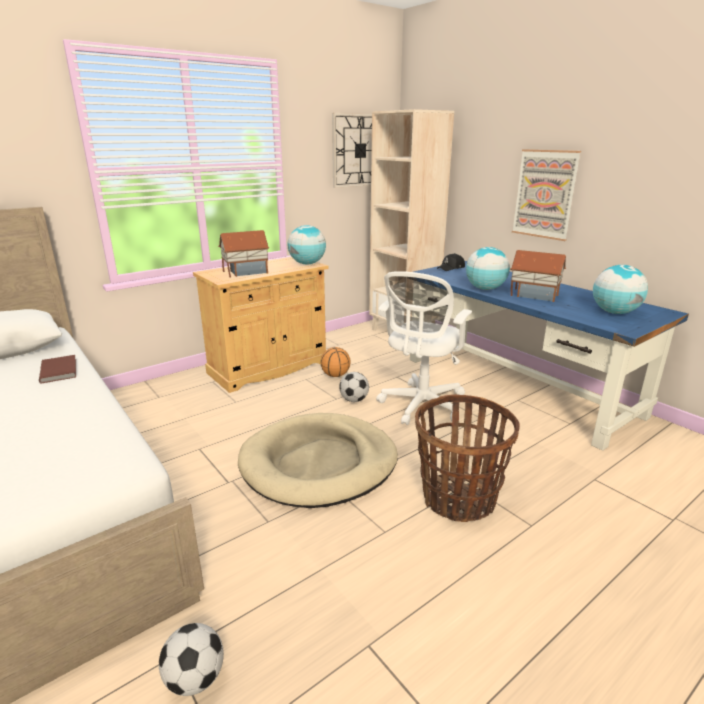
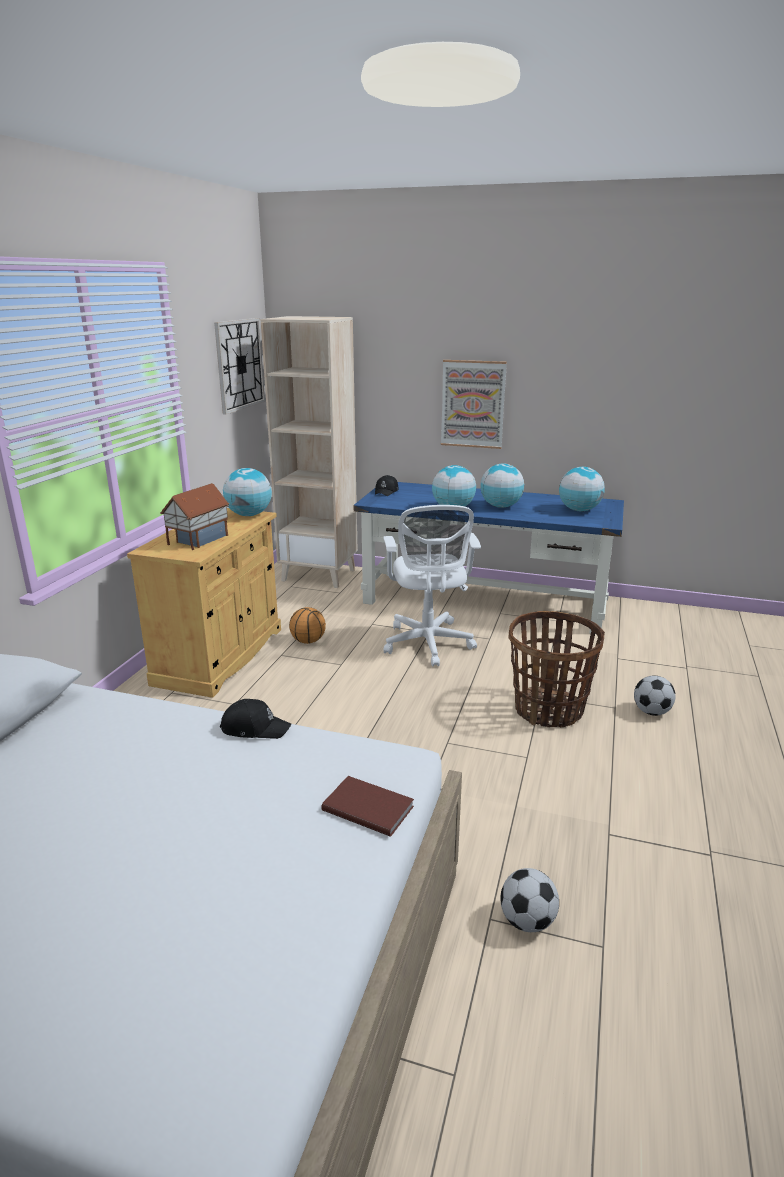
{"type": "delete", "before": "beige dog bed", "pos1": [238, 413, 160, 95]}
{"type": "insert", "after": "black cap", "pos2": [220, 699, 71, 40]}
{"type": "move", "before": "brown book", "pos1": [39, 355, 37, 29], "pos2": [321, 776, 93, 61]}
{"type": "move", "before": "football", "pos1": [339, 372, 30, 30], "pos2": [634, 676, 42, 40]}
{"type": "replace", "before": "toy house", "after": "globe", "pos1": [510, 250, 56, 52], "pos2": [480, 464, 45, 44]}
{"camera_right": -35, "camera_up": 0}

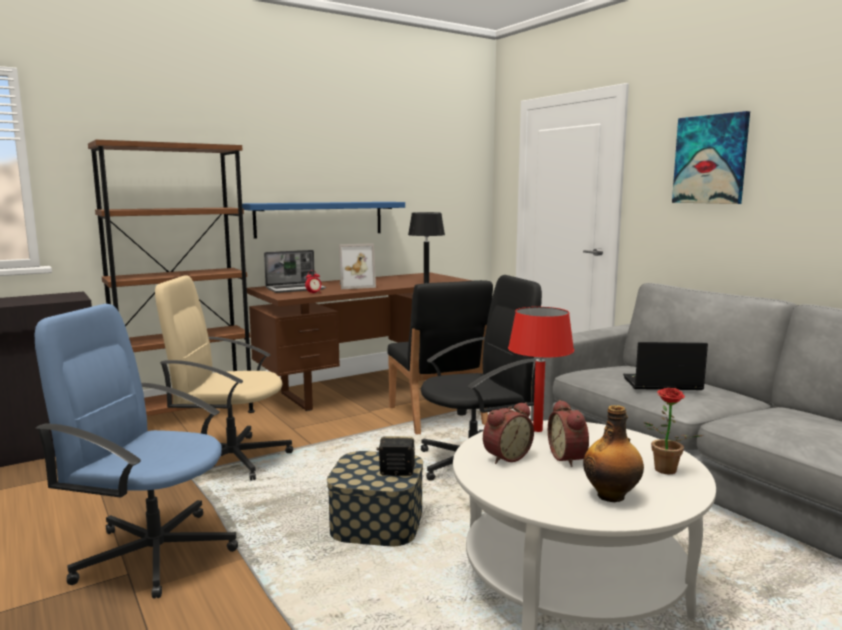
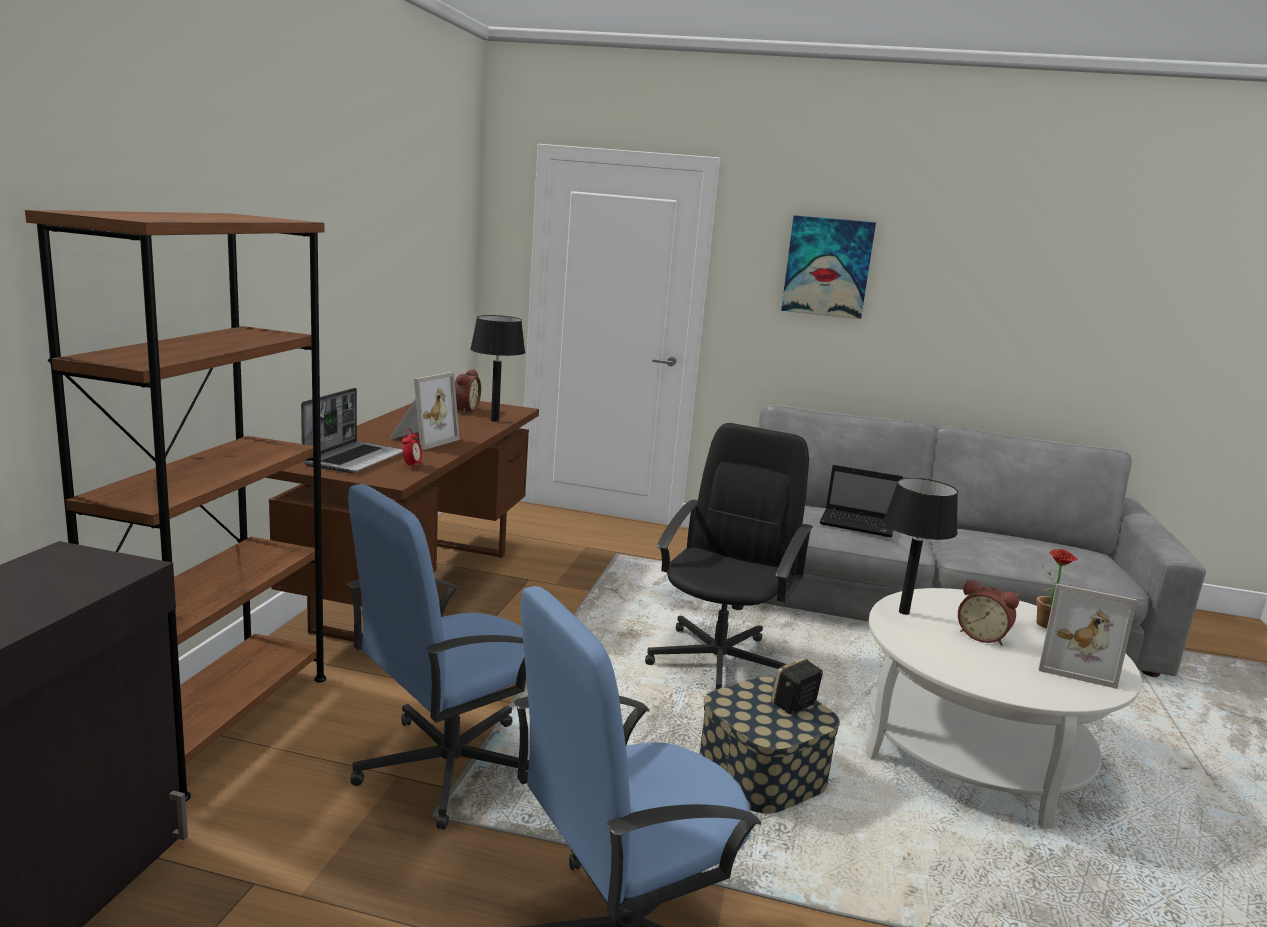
{"type": "delete", "before": "blue shelf", "pos1": [242, 202, 163, 37]}
{"type": "delete", "before": "black chair", "pos1": [388, 280, 105, 155]}
{"type": "move", "before": "alarm clock", "pos1": [483, 402, 51, 62], "pos2": [455, 369, 26, 45]}
{"type": "replace", "before": "bottle", "after": "picture frame", "pos1": [583, 405, 61, 97], "pos2": [1039, 583, 98, 106]}
{"type": "recolor", "before": "beige office chair", "after": "blue office chair", "pos1": [155, 275, 138, 206], "pos2": [347, 484, 182, 346]}
{"type": "recolor", "before": "red table lamp", "after": "black table lamp", "pos1": [508, 307, 66, 125], "pos2": [883, 478, 75, 137]}
{"type": "rotate", "before": "laptop", "pos1": [623, 342, 85, 48], "pos2": [820, 465, 83, 72], "turn": -120}
{"camera_right": -45, "camera_up": 5}

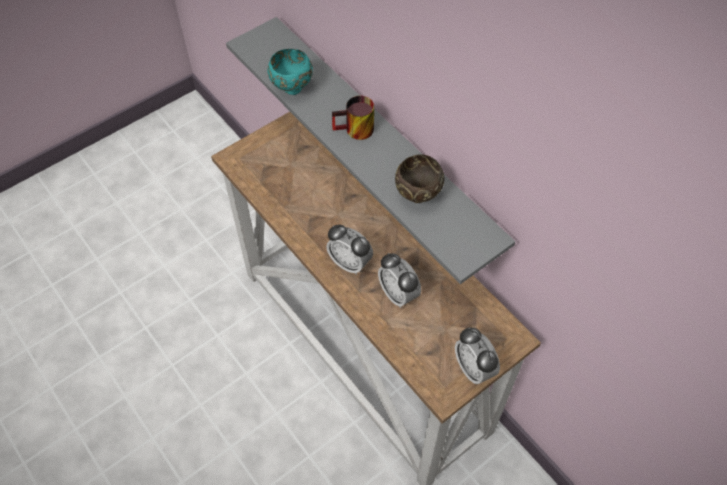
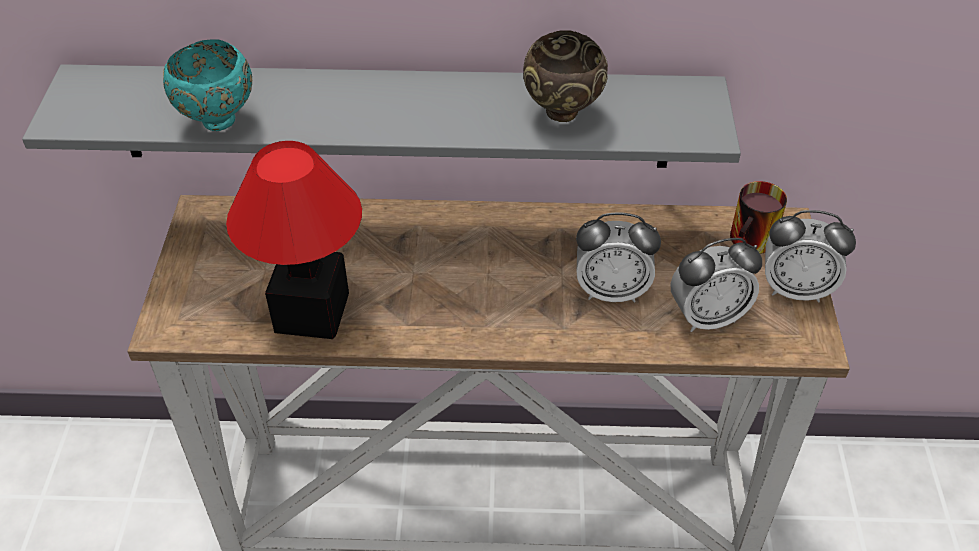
{"type": "insert", "after": "table lamp", "pos2": [226, 141, 136, 198]}
{"type": "move", "before": "alarm clock", "pos1": [326, 225, 47, 50], "pos2": [671, 238, 91, 94]}
{"type": "move", "before": "mug", "pos1": [332, 96, 42, 44], "pos2": [730, 181, 57, 73]}
{"camera_right": -50, "camera_up": -10}

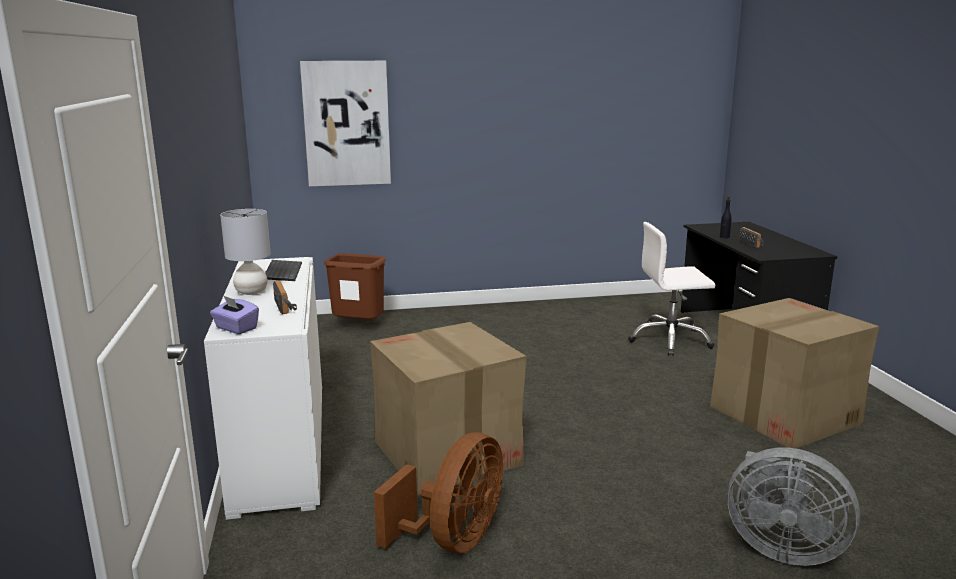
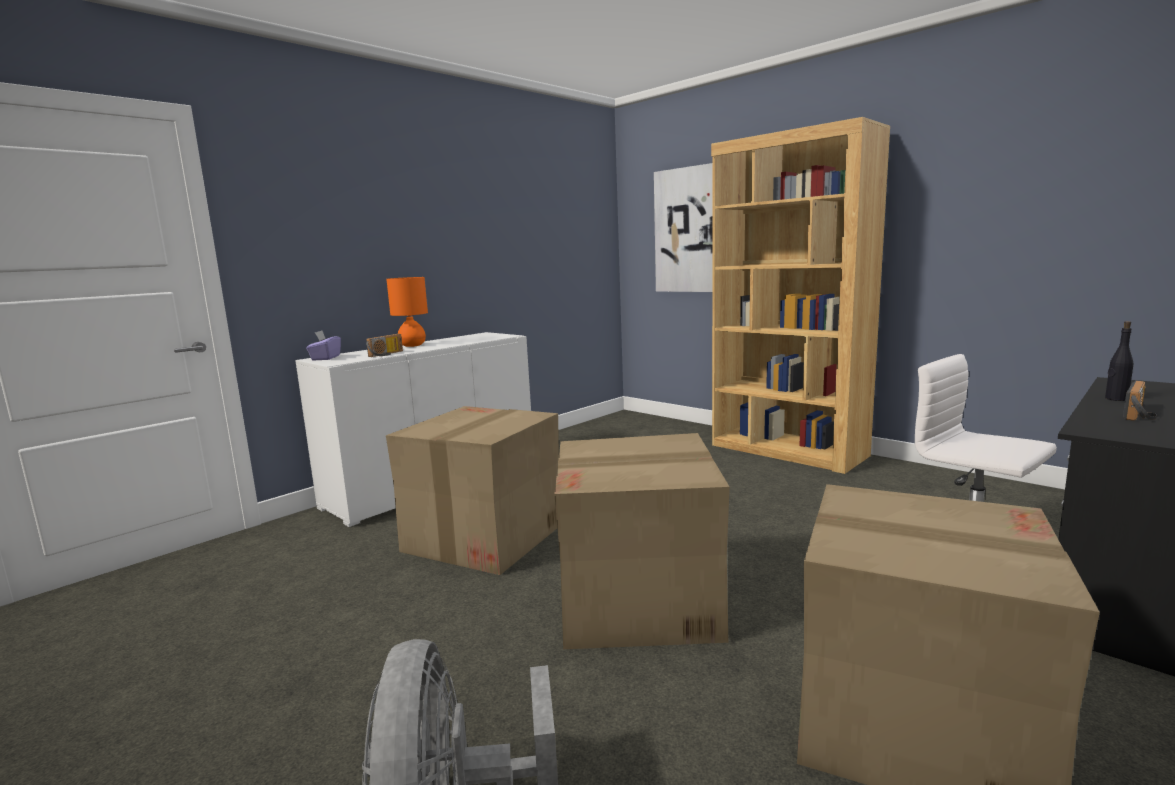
{"type": "delete", "before": "keyboard", "pos1": [265, 260, 37, 21]}
{"type": "delete", "before": "brown trash can", "pos1": [324, 253, 62, 66]}
{"type": "delete", "before": "brown fan", "pos1": [374, 432, 129, 121]}
{"type": "insert", "after": "cardboard box", "pos2": [554, 433, 176, 216]}
{"type": "insert", "after": "brown bookcase", "pos2": [711, 117, 179, 357]}
{"type": "recolor", "before": "grey table lamp", "after": "orange table lamp", "pos1": [220, 209, 51, 86], "pos2": [386, 277, 42, 70]}
{"camera_right": 55, "camera_up": -5}

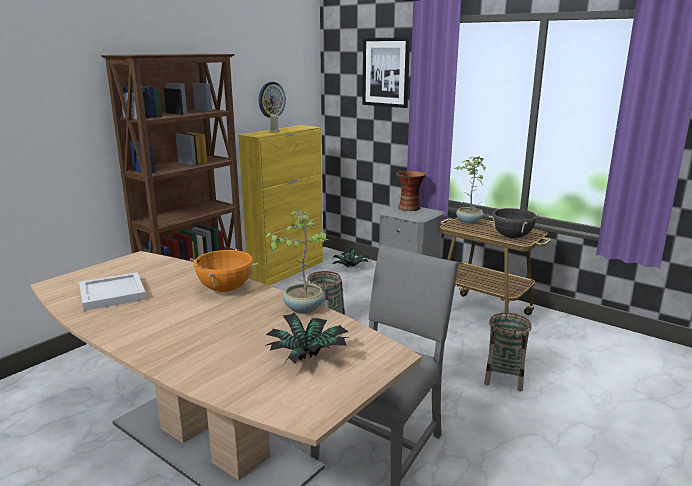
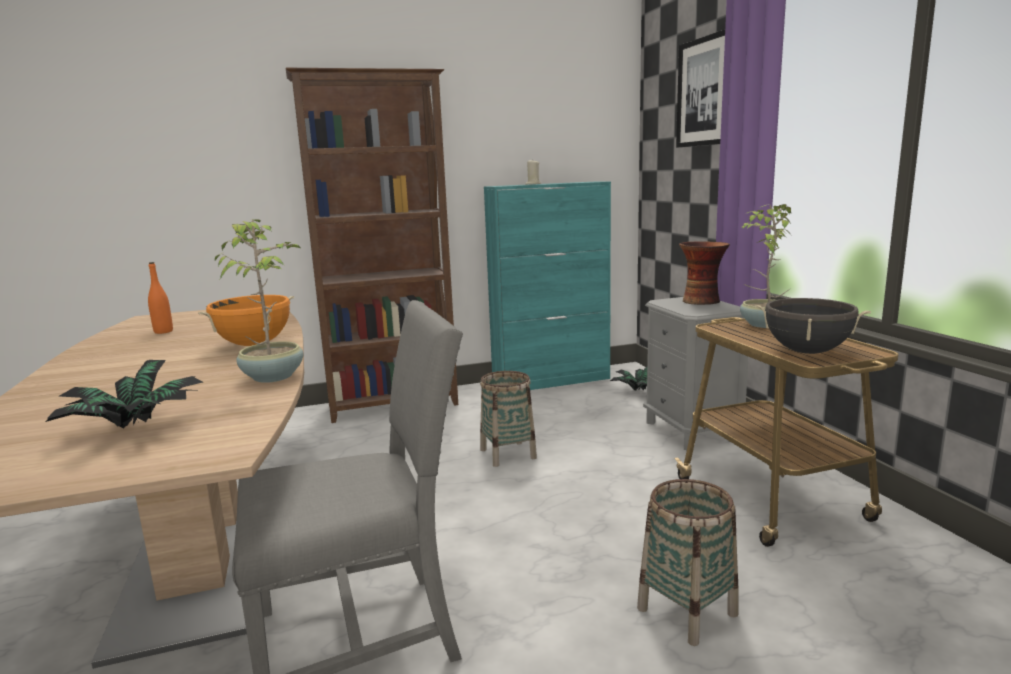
{"type": "delete", "before": "wall clock", "pos1": [259, 82, 27, 36]}
{"type": "replace", "before": "white tray", "after": "orange bottle", "pos1": [79, 272, 67, 39], "pos2": [148, 262, 25, 72]}
{"type": "recolor", "before": "yellow cabinet", "after": "turquoise cabinet", "pos1": [238, 125, 85, 161], "pos2": [484, 182, 127, 208]}
{"camera_right": 35, "camera_up": -5}

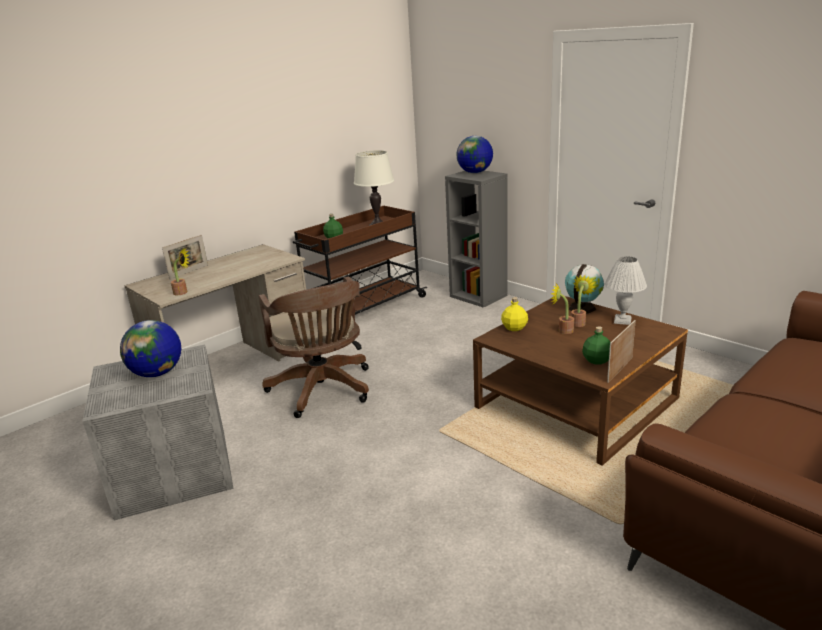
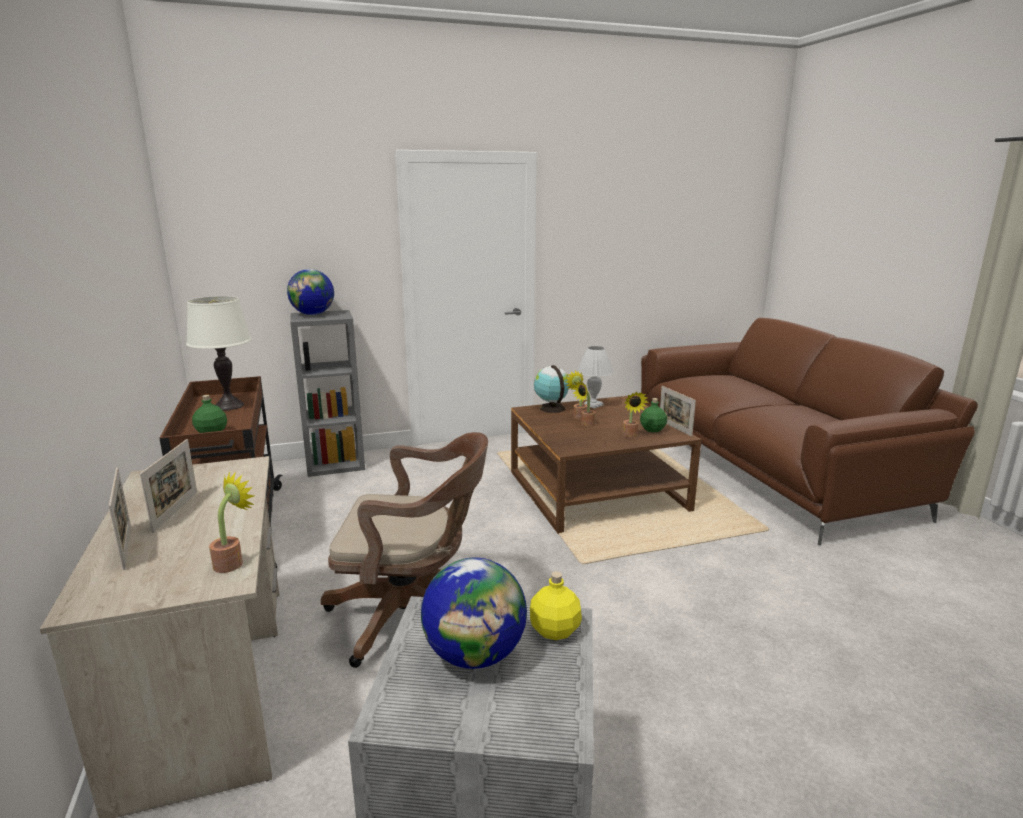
{"type": "insert", "after": "picture frame", "pos2": [140, 439, 57, 94]}
{"type": "insert", "after": "potted plant", "pos2": [622, 392, 26, 46]}
{"type": "move", "before": "yellow bottle", "pos1": [501, 297, 27, 34], "pos2": [530, 571, 52, 69]}
{"camera_right": -65, "camera_up": -5}

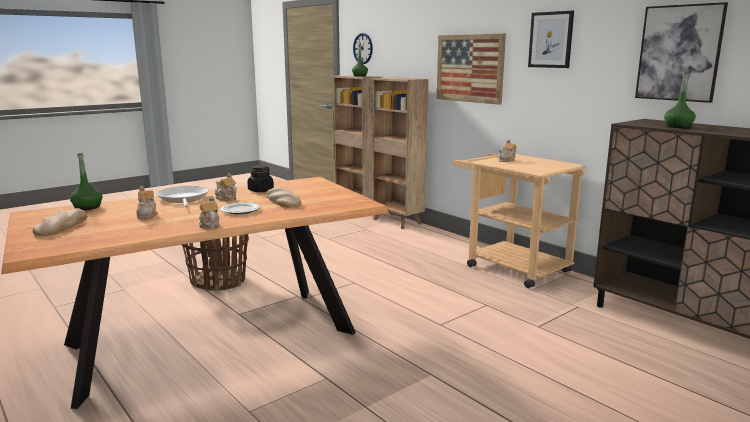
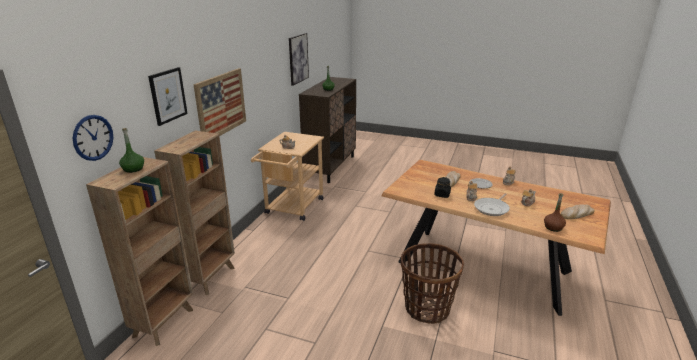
{"type": "move", "before": "picture", "pos1": [528, 11, 46, 57], "pos2": [148, 67, 40, 59]}
{"type": "recolor", "before": "green bottle", "after": "brown bottle", "pos1": [70, 152, 32, 58], "pos2": [544, 193, 22, 39]}
{"camera_right": -120, "camera_up": 10}

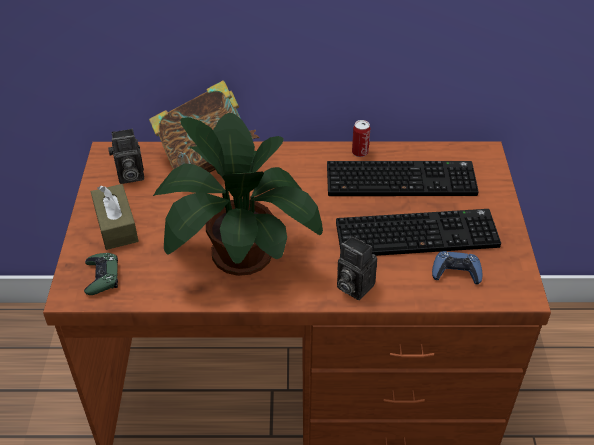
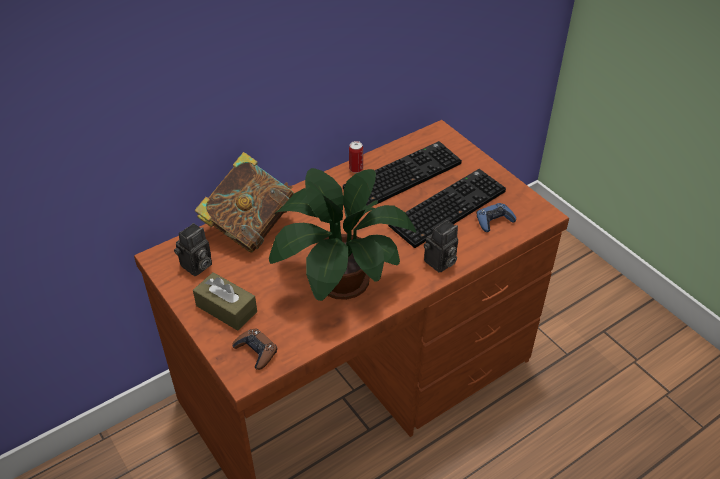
{"type": "recolor", "before": "green game controller", "after": "brown game controller", "pos1": [84, 253, 34, 42], "pos2": [232, 329, 45, 41]}
{"type": "rotate", "before": "photo camera", "pos1": [337, 236, 40, 64], "pos2": [424, 220, 34, 53], "turn": -45}
{"camera_right": -35, "camera_up": 0}

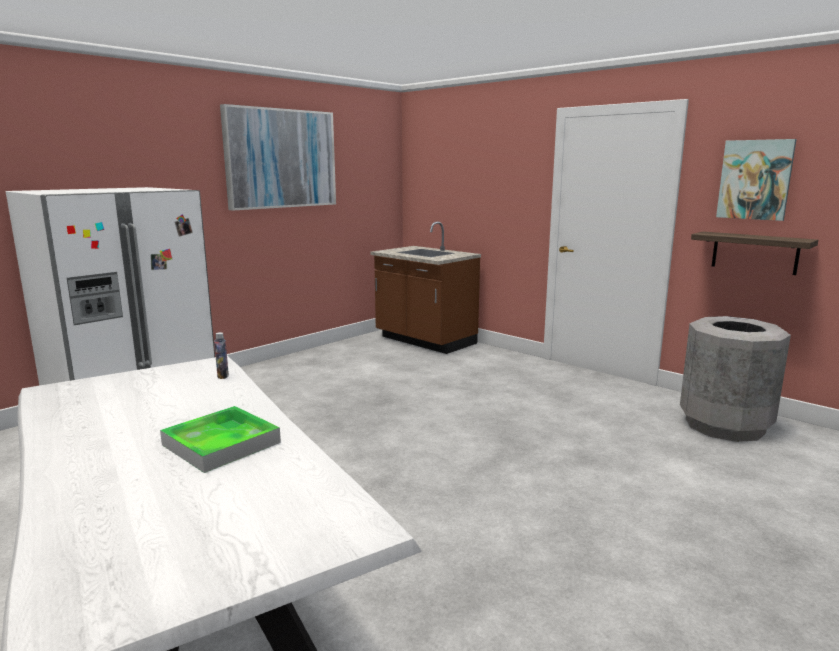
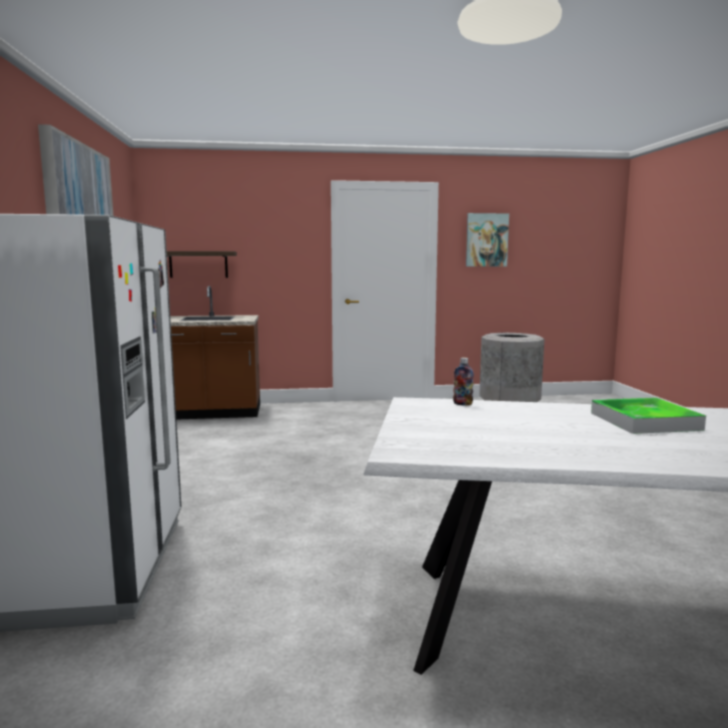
{"type": "move", "before": "shelf", "pos1": [691, 232, 127, 43], "pos2": [167, 251, 70, 27]}
{"camera_right": -50, "camera_up": -5}

